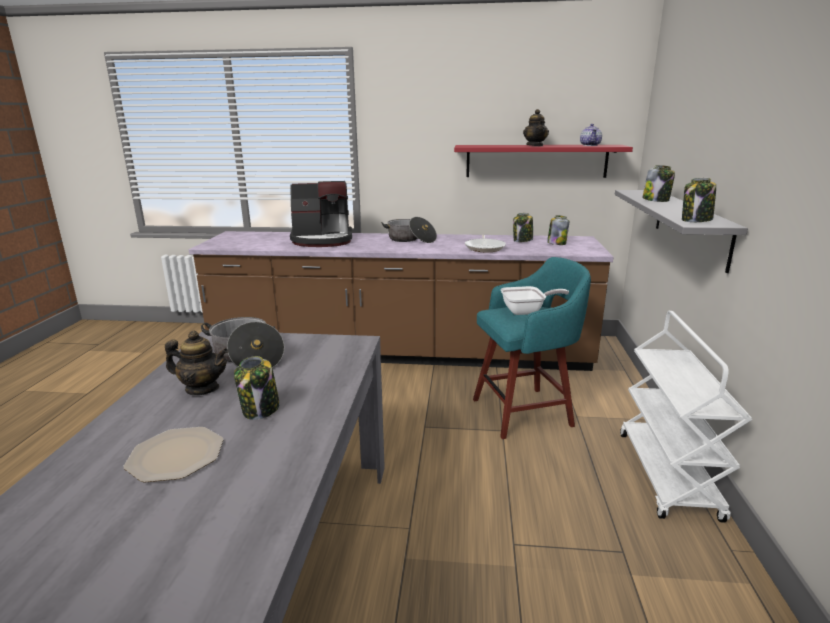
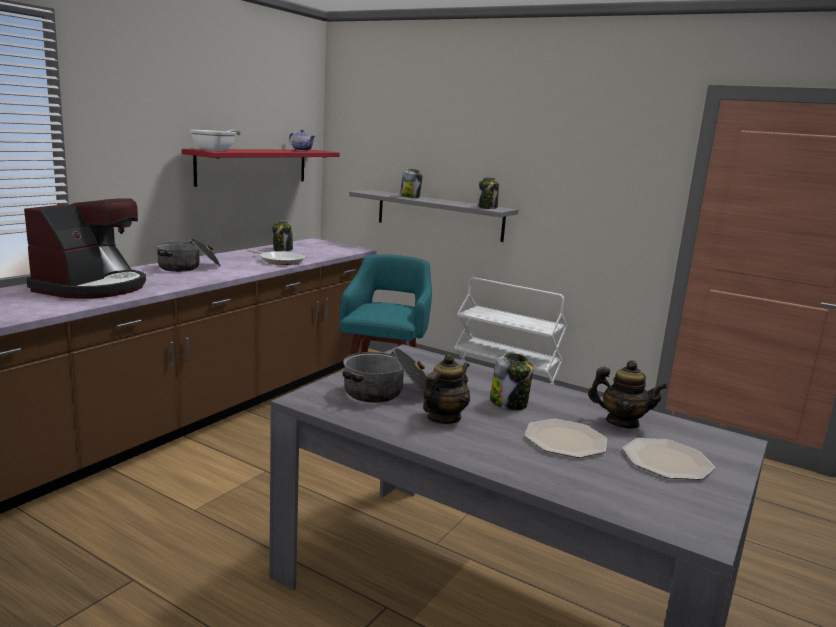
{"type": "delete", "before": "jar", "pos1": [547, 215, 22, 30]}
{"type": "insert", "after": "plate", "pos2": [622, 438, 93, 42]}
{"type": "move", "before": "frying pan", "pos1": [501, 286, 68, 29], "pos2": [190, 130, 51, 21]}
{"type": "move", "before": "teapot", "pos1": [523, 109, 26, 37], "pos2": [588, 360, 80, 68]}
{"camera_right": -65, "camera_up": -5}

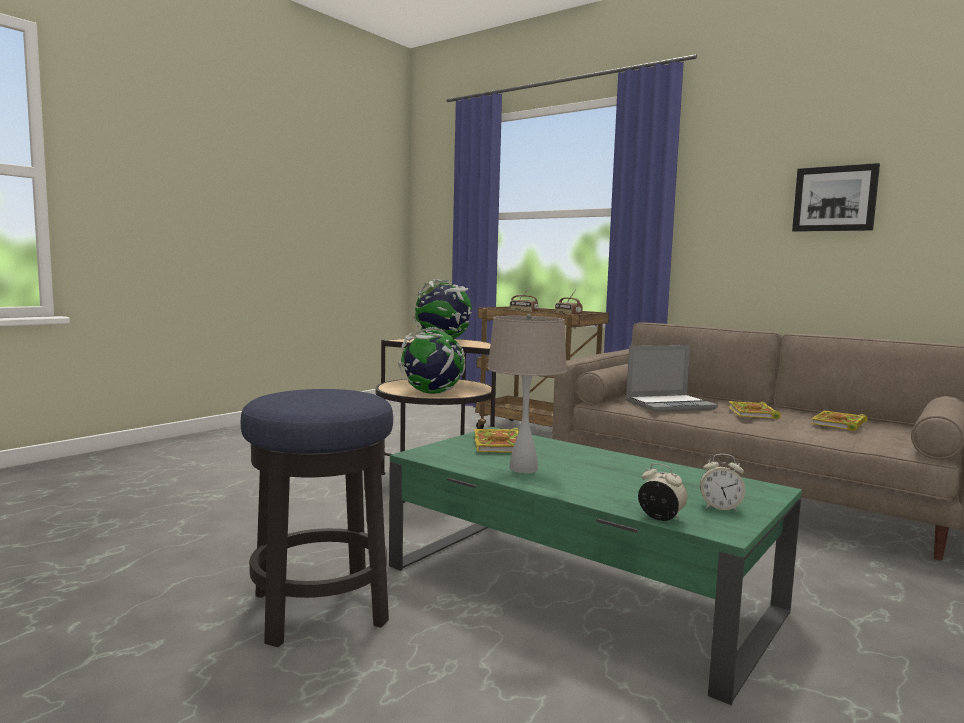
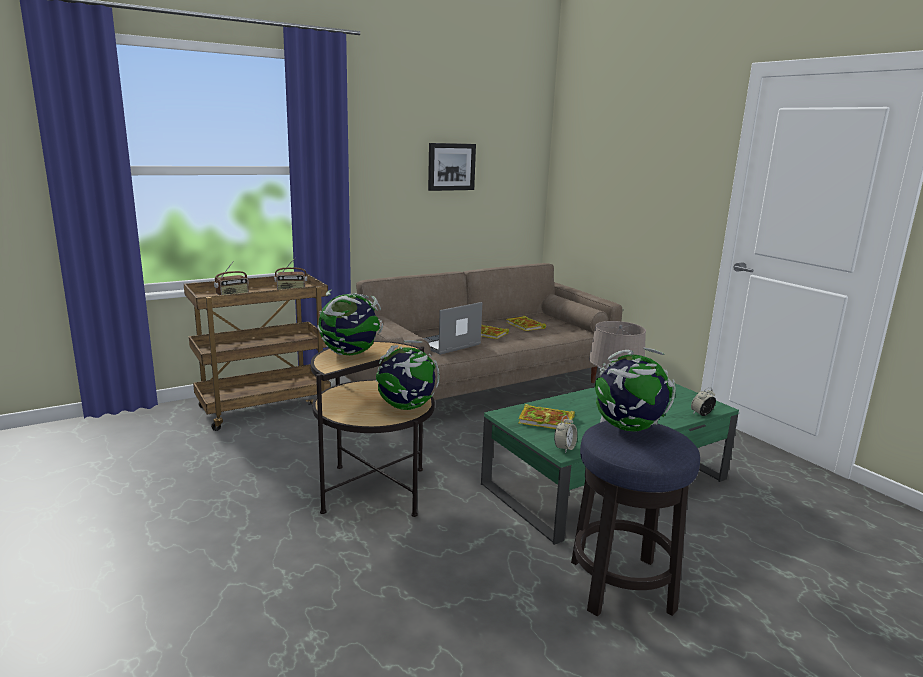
{"type": "insert", "after": "globe", "pos2": [595, 347, 81, 85]}
{"type": "move", "before": "alarm clock", "pos1": [700, 454, 45, 58], "pos2": [554, 415, 23, 38]}
{"type": "rotate", "before": "laptop", "pos1": [626, 345, 92, 67], "pos2": [422, 302, 60, 53], "turn": -135}
{"camera_right": -70, "camera_up": 10}

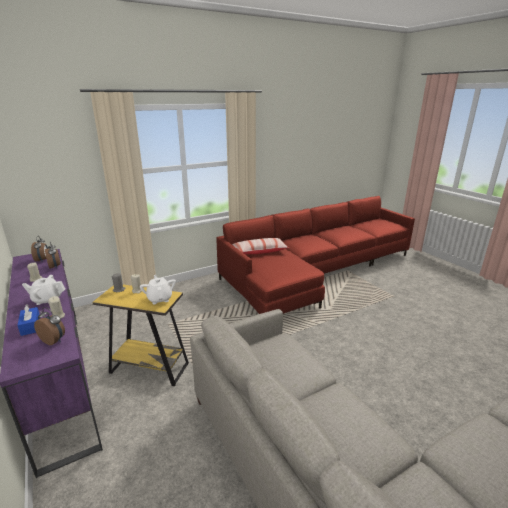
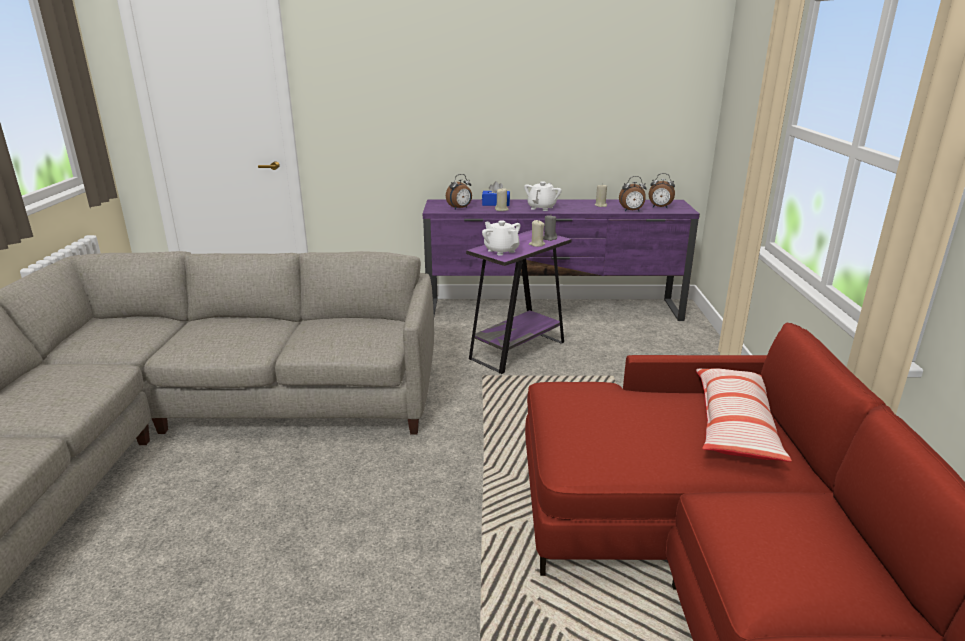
{"type": "recolor", "before": "yellow side table", "after": "purple side table", "pos1": [92, 285, 97, 101], "pos2": [466, 230, 106, 144]}
{"type": "rotate", "before": "white teapot", "pos1": [140, 275, 36, 29], "pos2": [482, 220, 38, 36], "turn": -135}
{"camera_right": 120, "camera_up": 0}

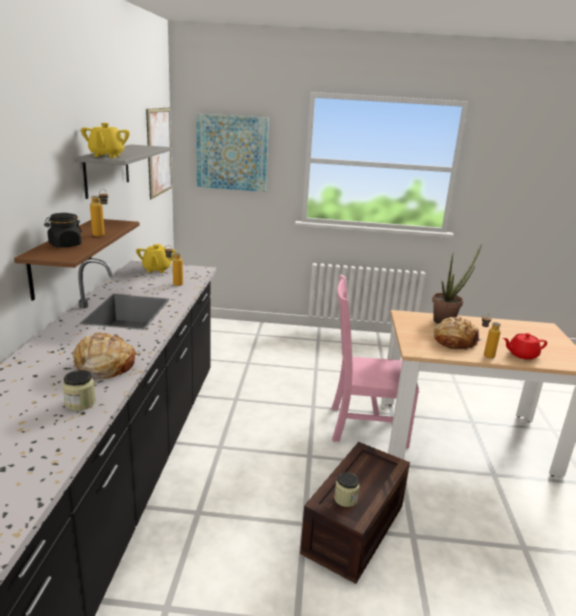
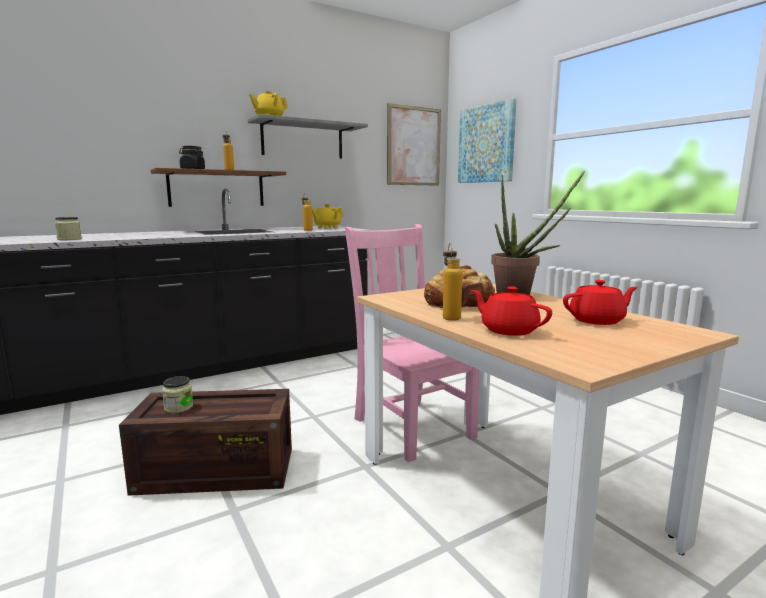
{"type": "delete", "before": "bread", "pos1": [72, 332, 64, 47]}
{"type": "insert", "after": "red teapot", "pos2": [563, 280, 75, 45]}
{"camera_right": 55, "camera_up": -10}

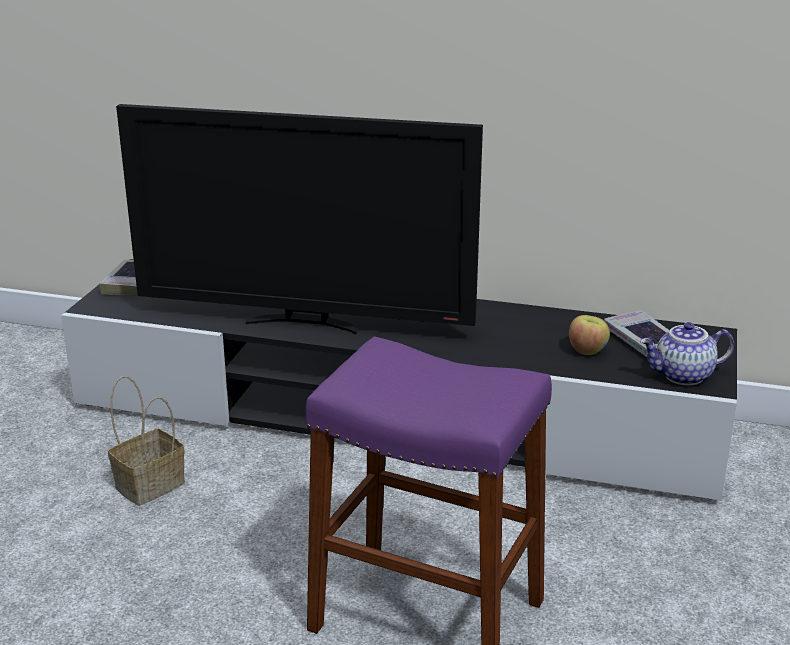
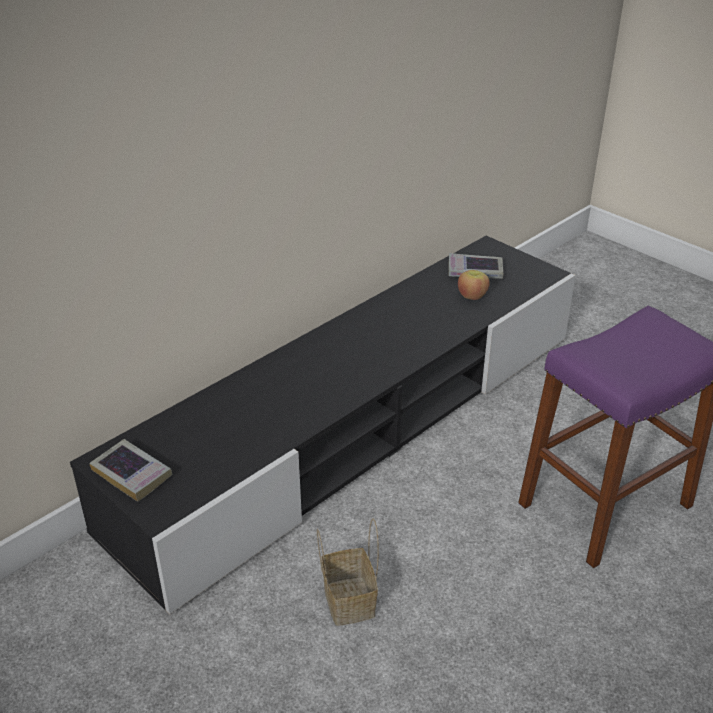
{"type": "delete", "before": "television", "pos1": [116, 104, 367, 230]}
{"type": "delete", "before": "teapot", "pos1": [640, 322, 94, 64]}
{"camera_right": -60, "camera_up": 10}

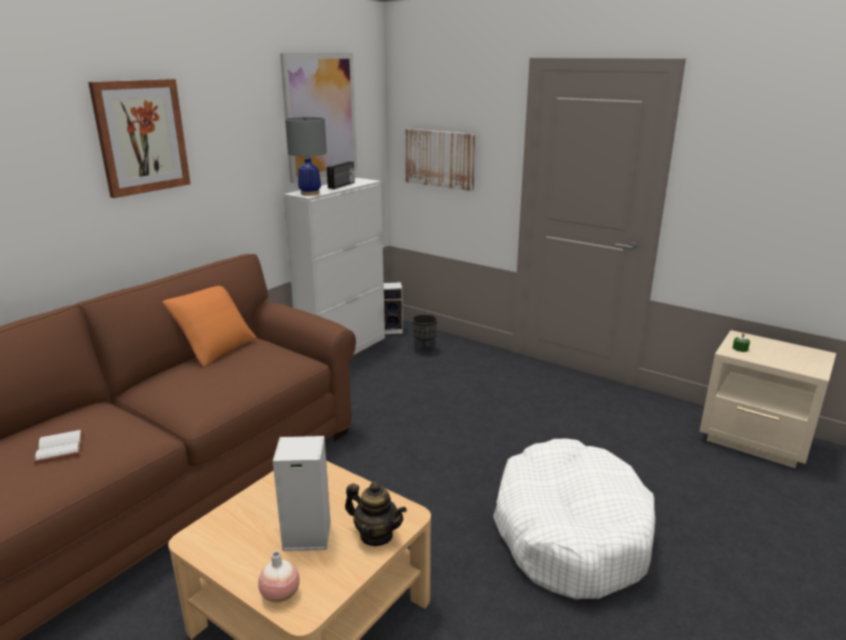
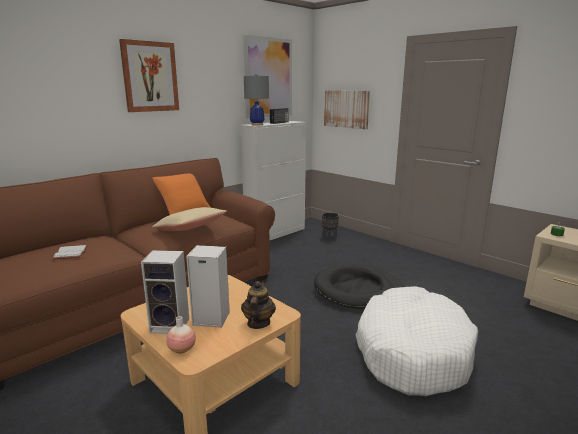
{"type": "insert", "after": "beige pillow", "pos2": [152, 207, 75, 24]}
{"type": "insert", "after": "black dog bed", "pos2": [314, 264, 90, 45]}
{"type": "move", "before": "speaker", "pos1": [384, 282, 19, 52], "pos2": [141, 250, 48, 84]}
{"type": "rotate", "before": "teapot", "pos1": [345, 482, 62, 64], "pos2": [241, 281, 35, 48], "turn": -120}
{"camera_right": 10, "camera_up": -5}

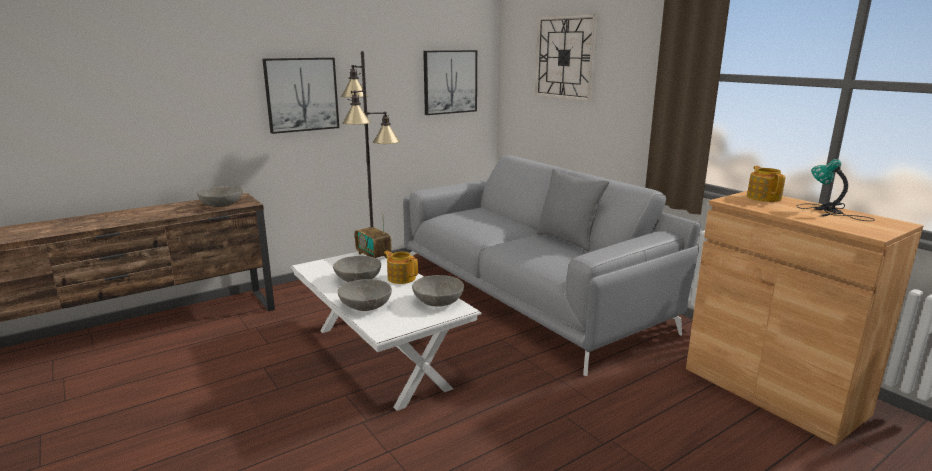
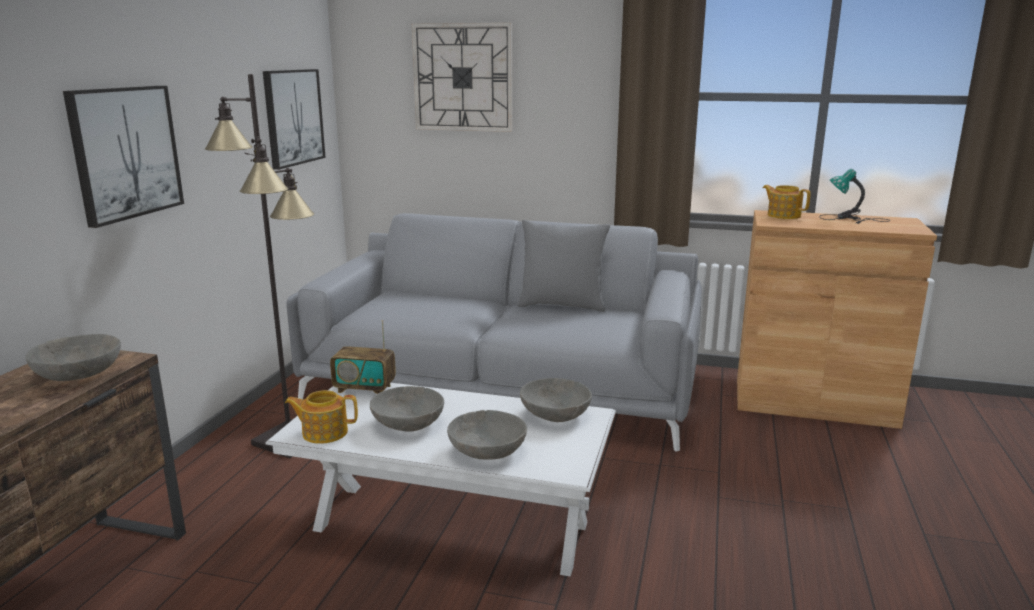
{"type": "move", "before": "teapot", "pos1": [384, 251, 34, 33], "pos2": [285, 390, 73, 54]}
{"camera_right": -40, "camera_up": 0}

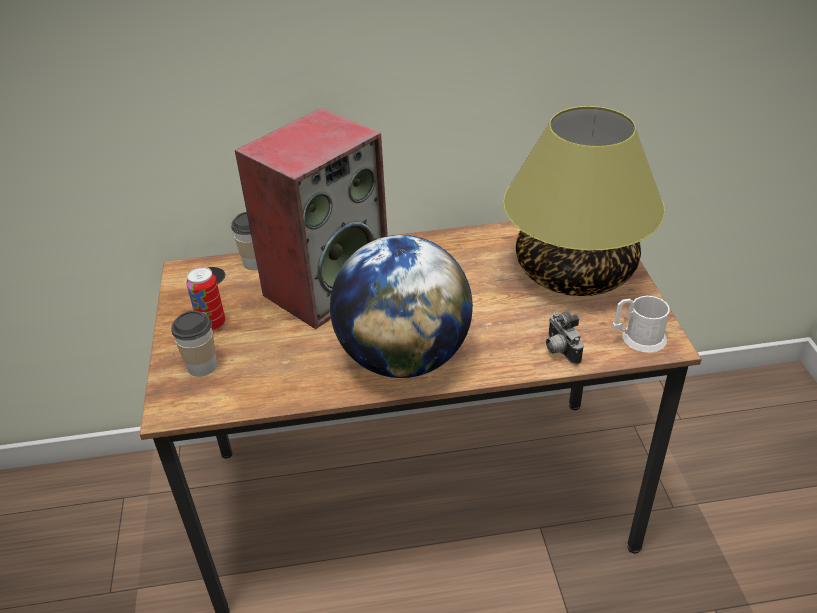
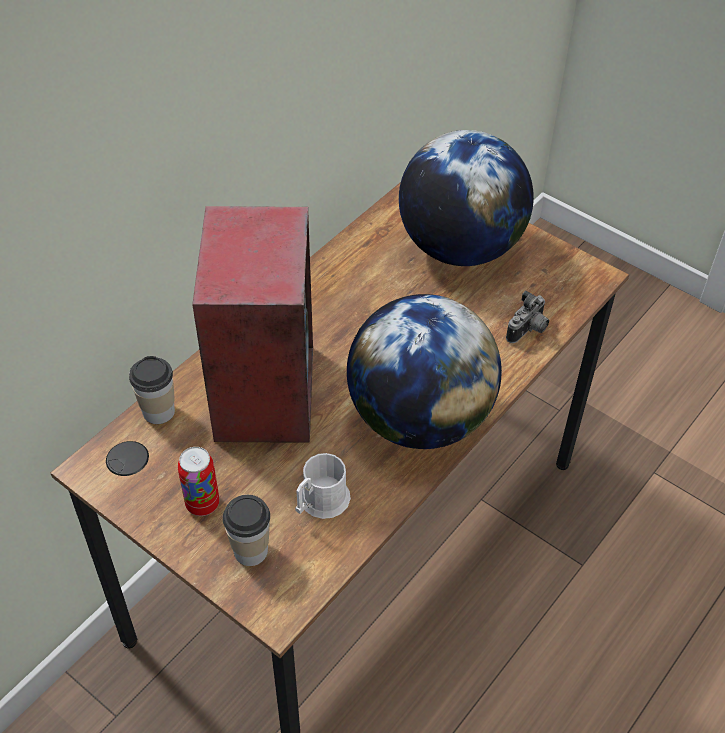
{"type": "move", "before": "white mug", "pos1": [612, 296, 58, 57], "pos2": [295, 453, 56, 66]}
{"type": "replace", "before": "table lamp", "after": "globe", "pos1": [503, 106, 162, 190], "pos2": [399, 130, 135, 136]}
{"type": "rotate", "before": "photo camera", "pos1": [546, 311, 37, 54], "pos2": [506, 290, 43, 53], "turn": -75}
{"camera_right": -45, "camera_up": 10}

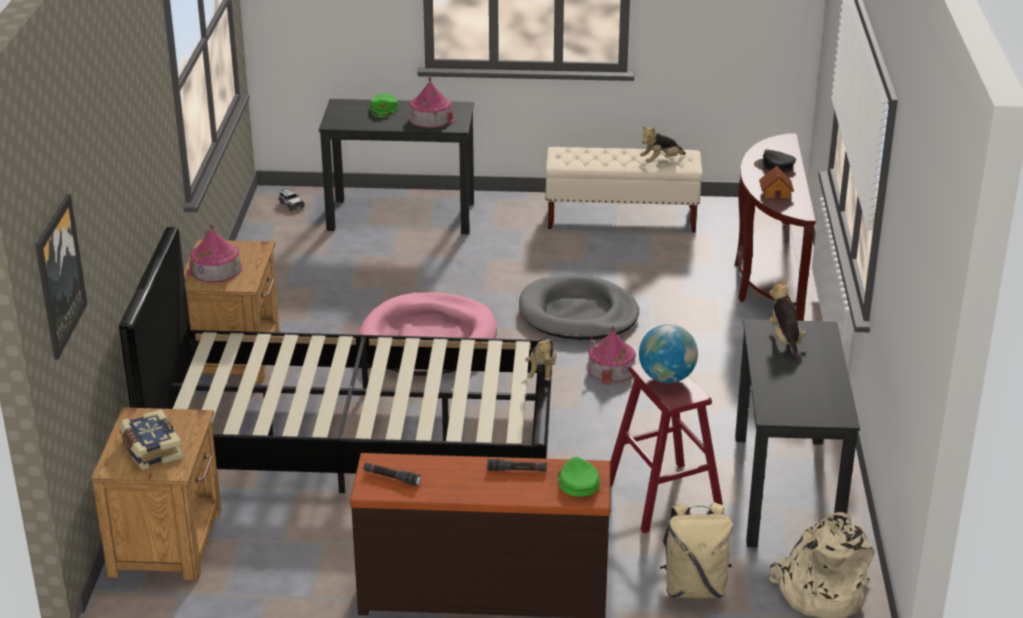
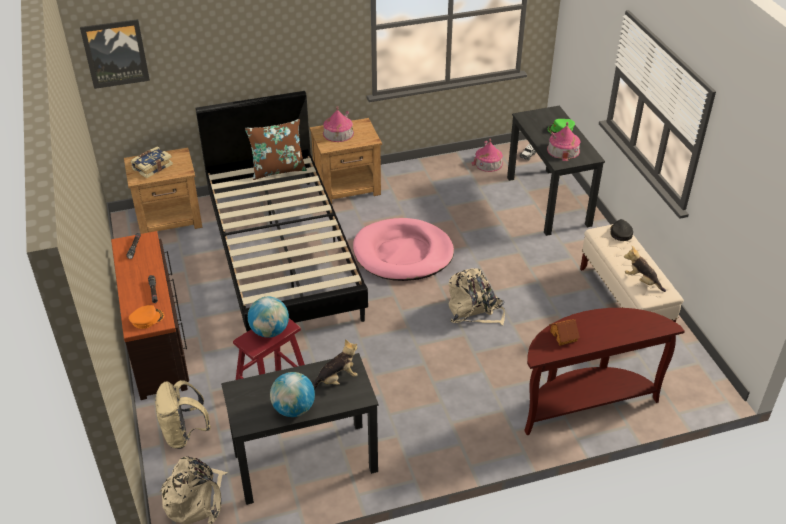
{"type": "delete", "before": "plush toy", "pos1": [525, 337, 32, 44]}
{"type": "insert", "after": "brown pillow", "pos2": [245, 119, 62, 61]}
{"type": "insert", "after": "globe", "pos2": [270, 372, 45, 45]}
{"type": "move", "before": "toy house", "pos1": [586, 325, 50, 60], "pos2": [472, 139, 31, 33]}
{"type": "move", "before": "black cap", "pos1": [754, 149, 42, 24], "pos2": [610, 219, 23, 22]}
{"type": "replace", "before": "grey dog bed", "after": "beige backpack", "pos1": [519, 275, 120, 65], "pos2": [449, 268, 56, 57]}
{"type": "recolor", "before": "green cap", "after": "orange cap", "pos1": [558, 457, 42, 40], "pos2": [129, 305, 35, 24]}
{"camera_right": 70, "camera_up": 10}

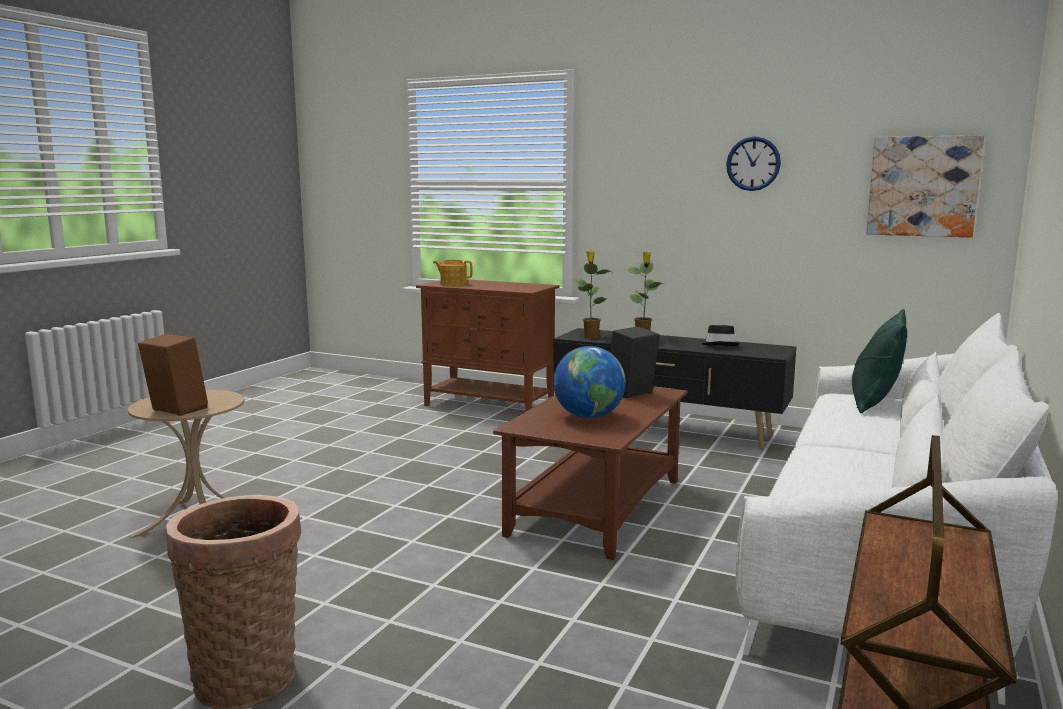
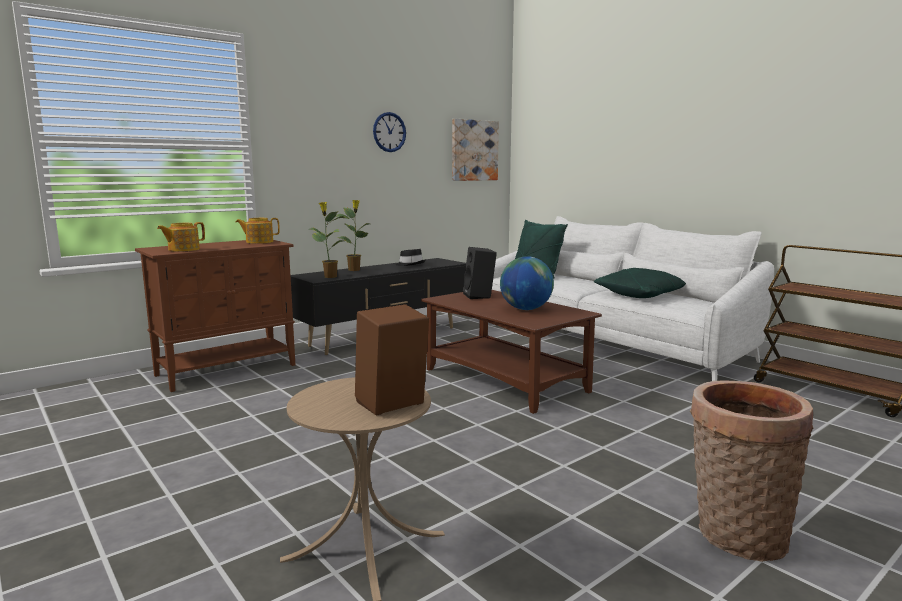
{"type": "insert", "after": "teapot", "pos2": [236, 218, 44, 26]}
{"type": "insert", "after": "green pillow", "pos2": [594, 268, 92, 30]}
{"camera_right": -65, "camera_up": 0}

